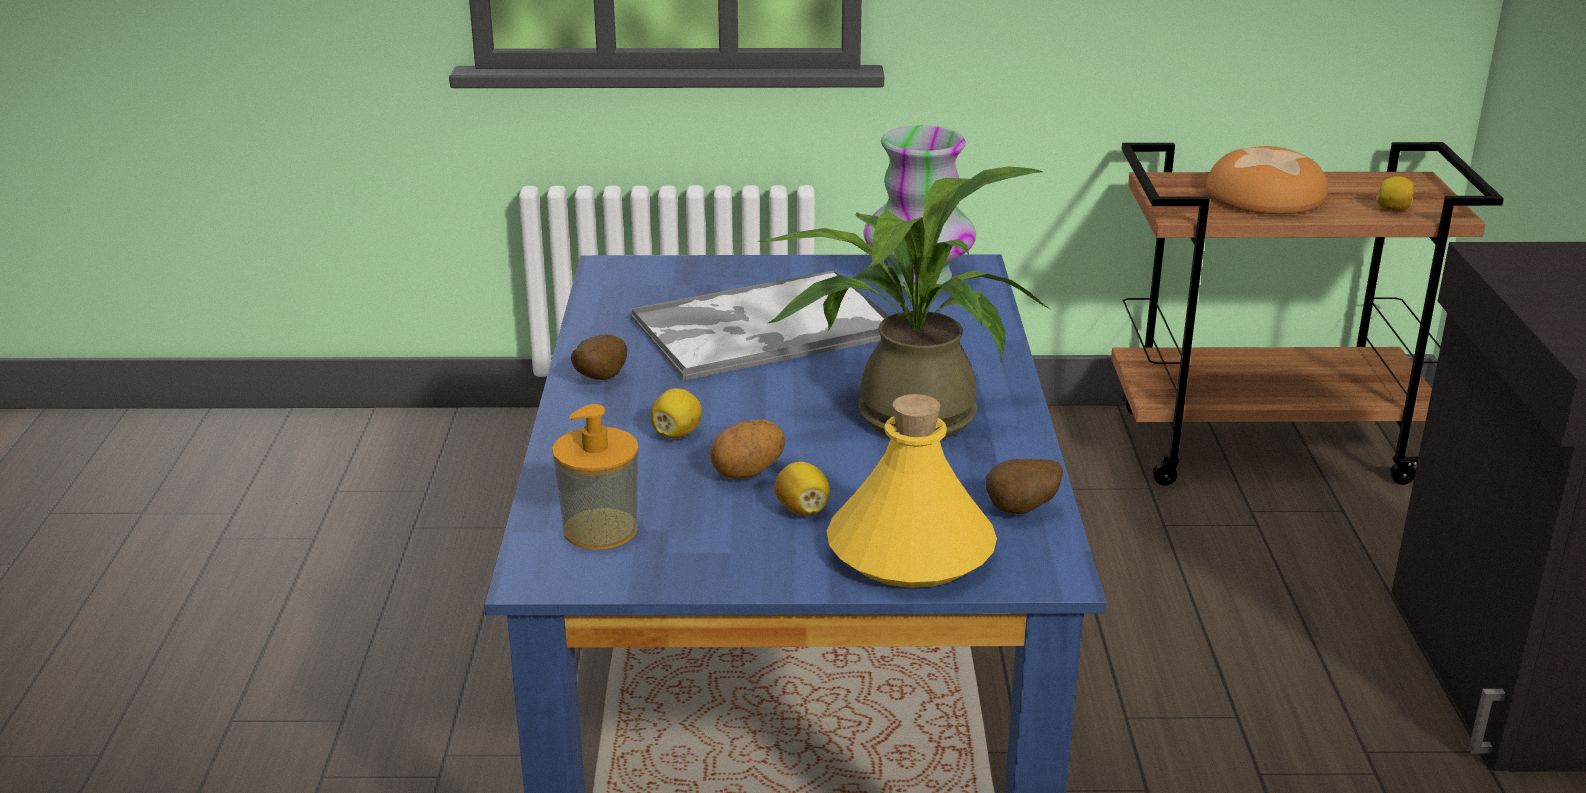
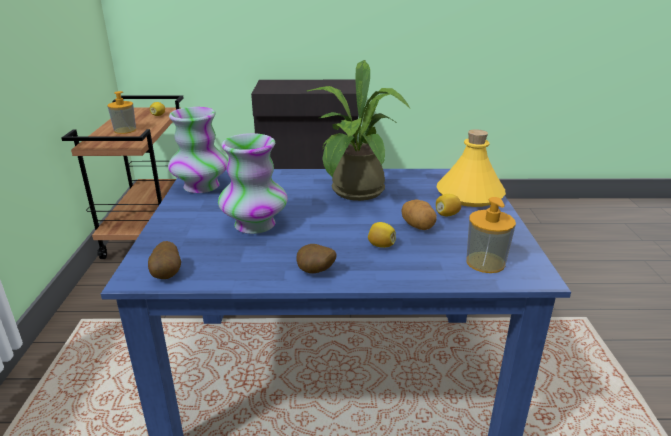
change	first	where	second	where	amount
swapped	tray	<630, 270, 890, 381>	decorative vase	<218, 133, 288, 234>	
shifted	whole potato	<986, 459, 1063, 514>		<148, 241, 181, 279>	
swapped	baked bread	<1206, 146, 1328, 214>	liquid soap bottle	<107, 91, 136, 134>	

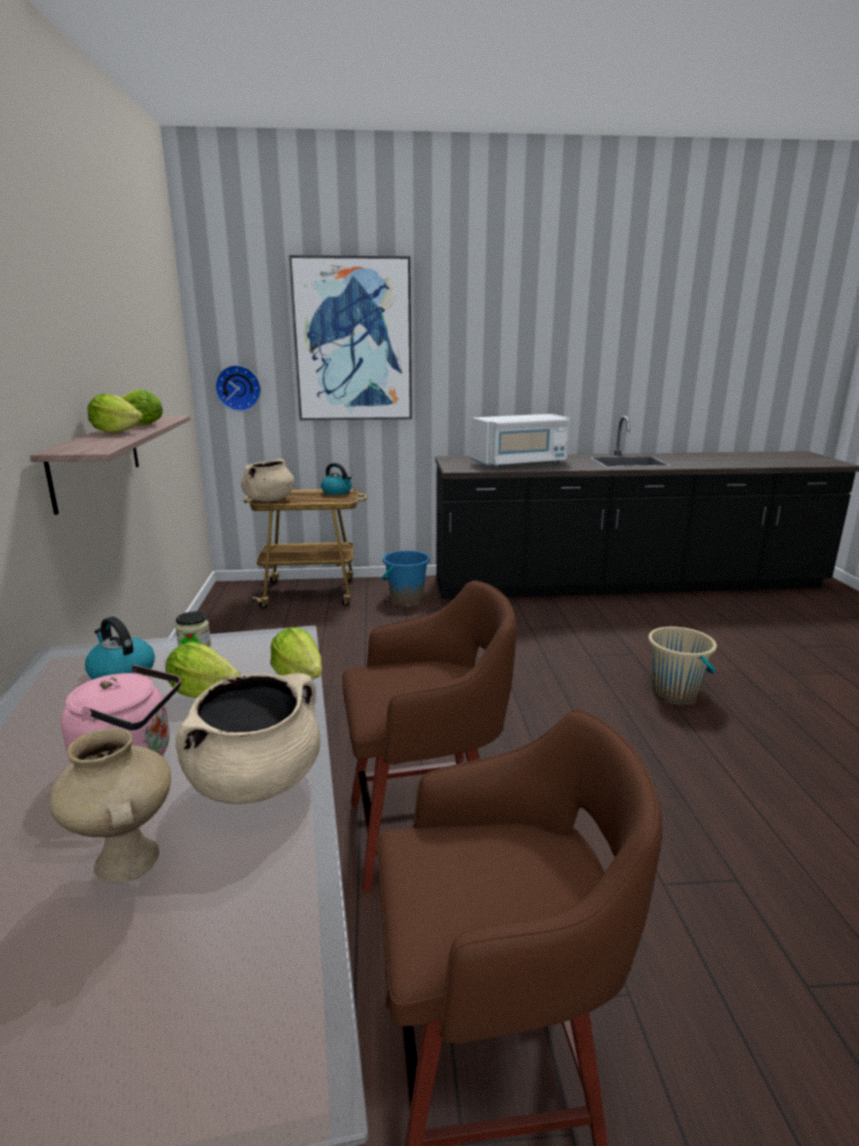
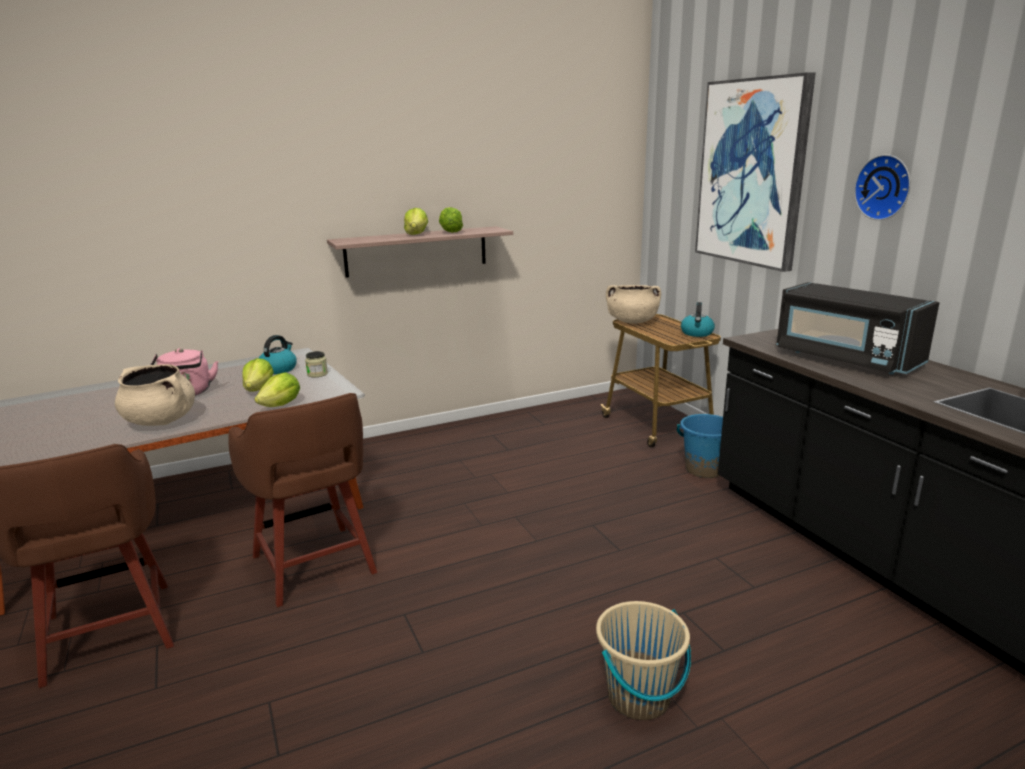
change	first	where	second	where	amount
gone	beige-coloured decorative vase	<49, 728, 171, 883>			
shifted	wall clock	<215, 365, 261, 411>		<854, 155, 911, 220>	
repainted	white-coloured kitchen microwave	<471, 414, 570, 468>	black kitchen microwave	<776, 282, 939, 375>	

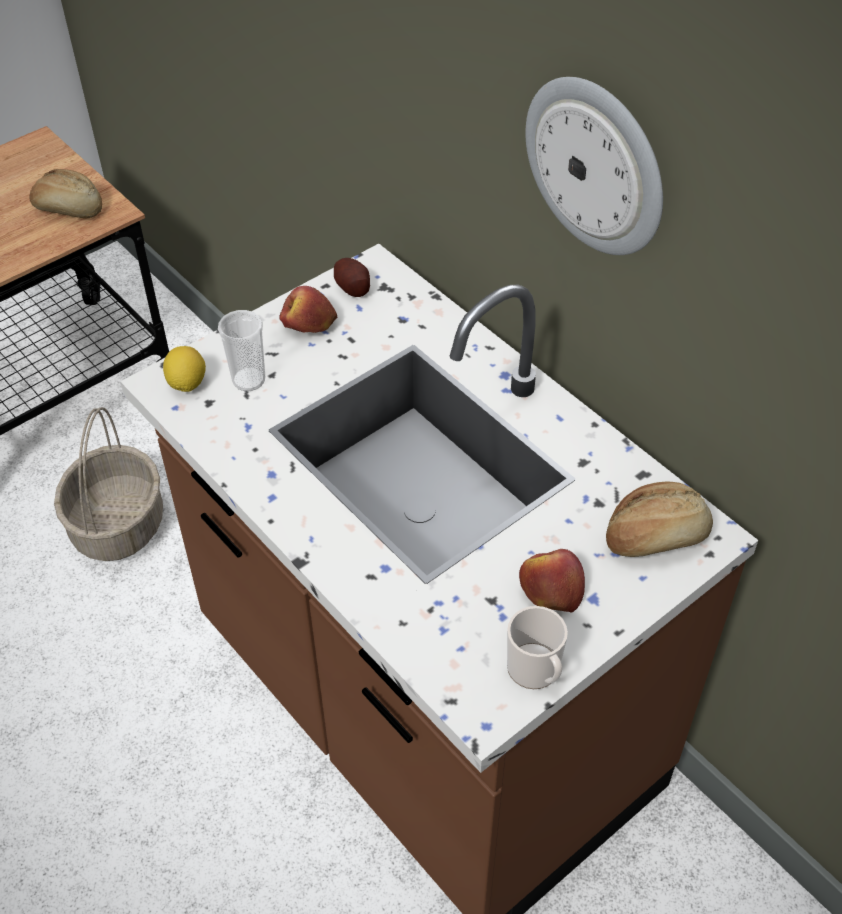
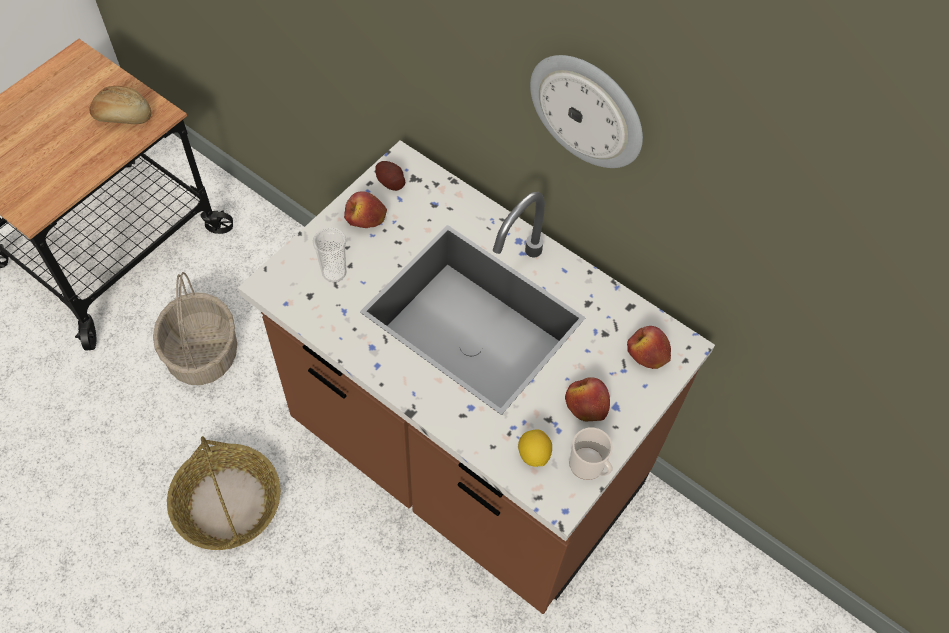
change	first	where	second	where	amount
shifted	lemon	<163, 346, 206, 392>		<518, 429, 552, 467>	
swapped	baked bread	<606, 482, 713, 557>	apple	<627, 326, 671, 369>	
new			household basket	<167, 436, 281, 550>	

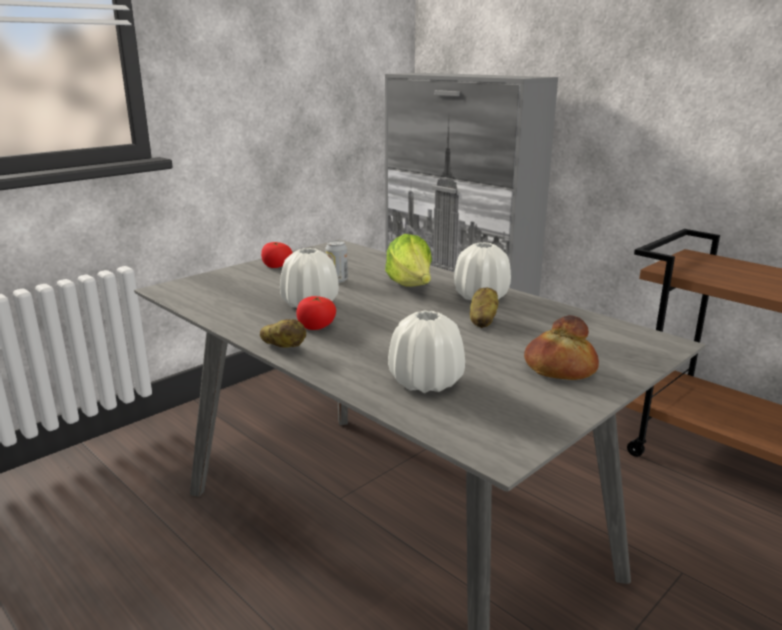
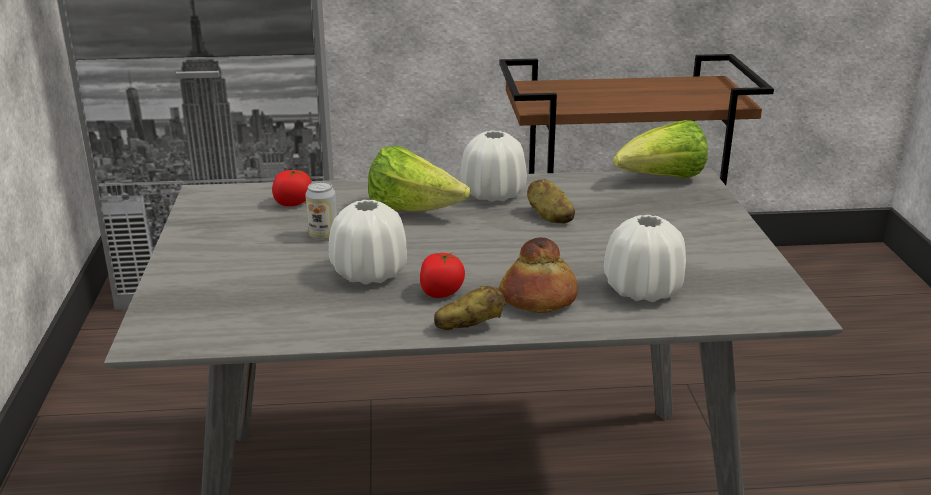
change	first	where	second	where	amount
shifted	tomato	<261, 242, 293, 268>		<272, 170, 312, 206>	
shifted	baked bread	<524, 315, 599, 380>		<499, 237, 578, 313>	
new			head of lettuce	<613, 120, 708, 178>	

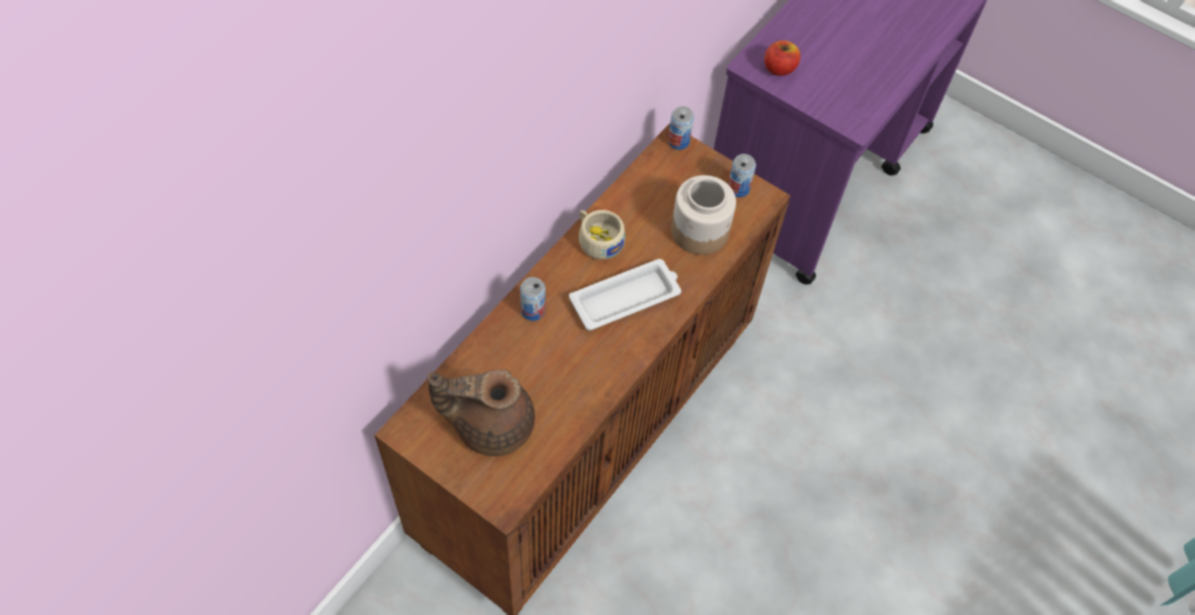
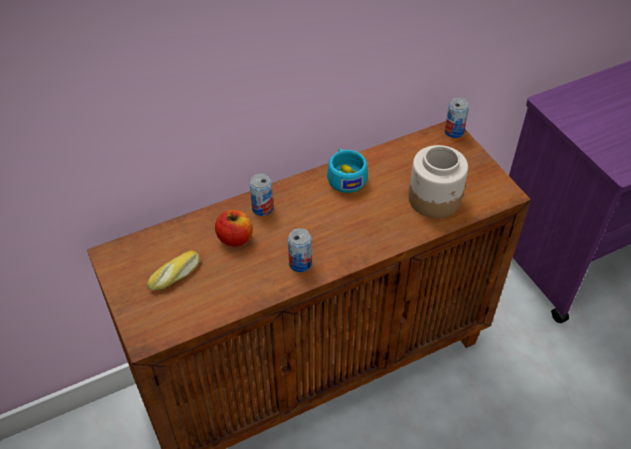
change	first	where	second	where	amount
swapped	brown pot for tea	<427, 369, 535, 456>	baked bread	<147, 251, 200, 290>	
gone	white-coloured tray	<569, 259, 681, 330>			
repainted	beige-coloured drinking cup	<579, 210, 625, 260>	blue-green drinking cup	<327, 148, 368, 193>	
shifted	sealed can	<728, 154, 756, 197>		<288, 228, 312, 272>	
shifted	apple	<764, 41, 800, 76>		<215, 210, 253, 246>	

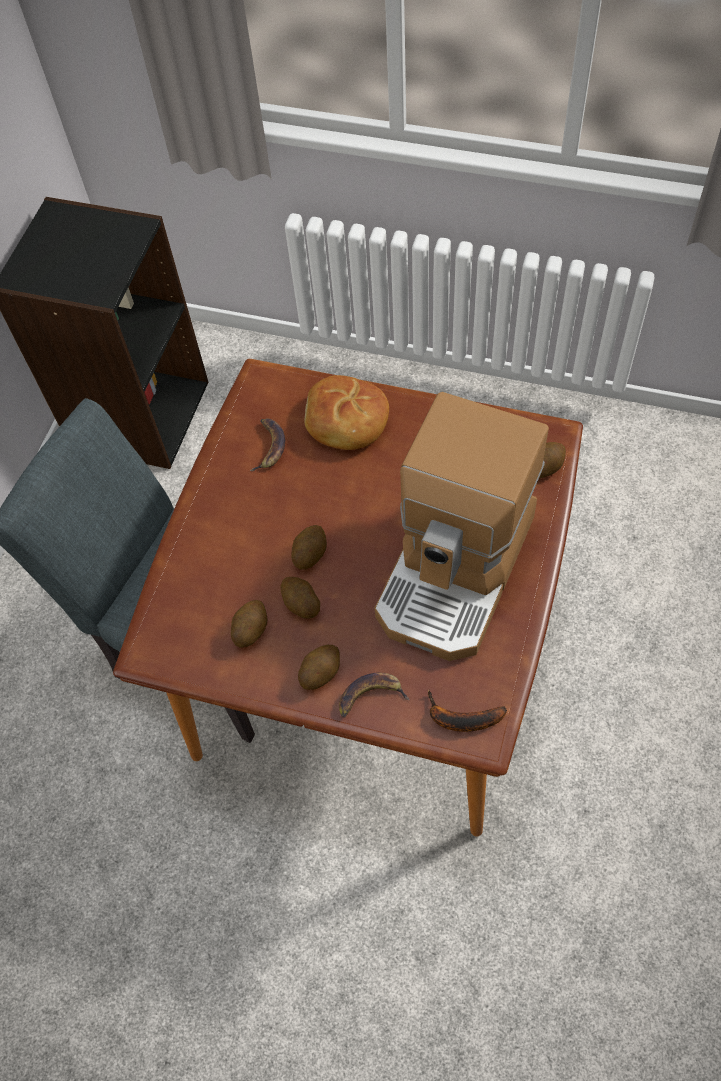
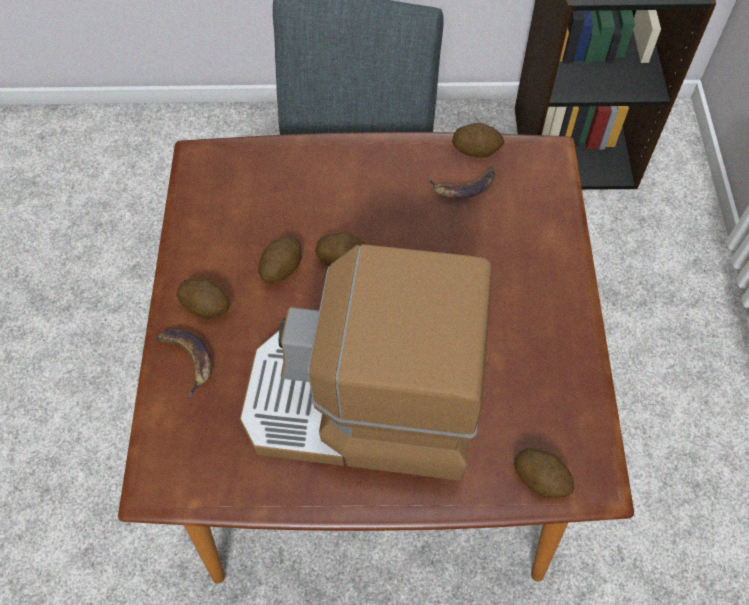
change	first	where	second	where	amount
shifted	whole potato	<231, 600, 268, 648>		<452, 123, 504, 158>	
gone	baked bread	<305, 375, 389, 450>			
gone	banana fruit	<428, 689, 507, 732>			

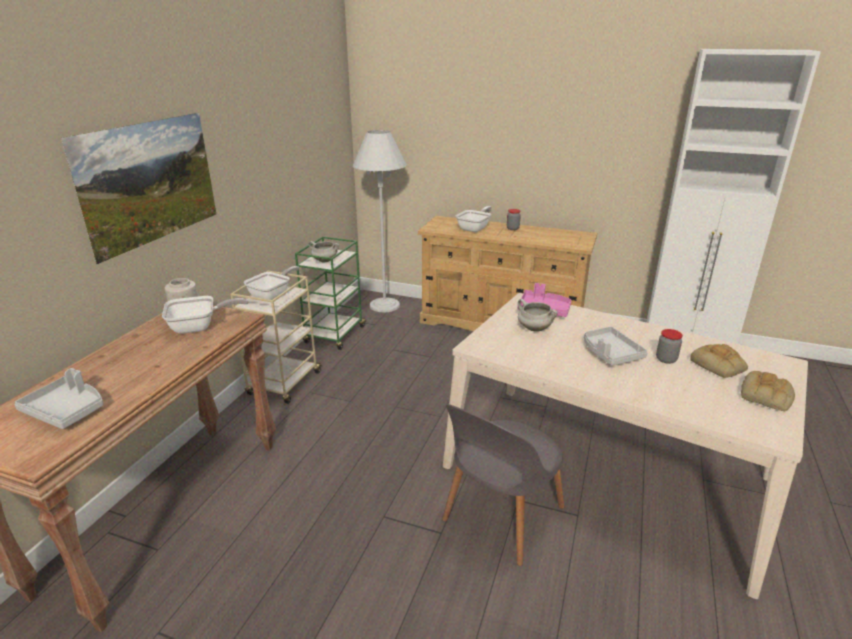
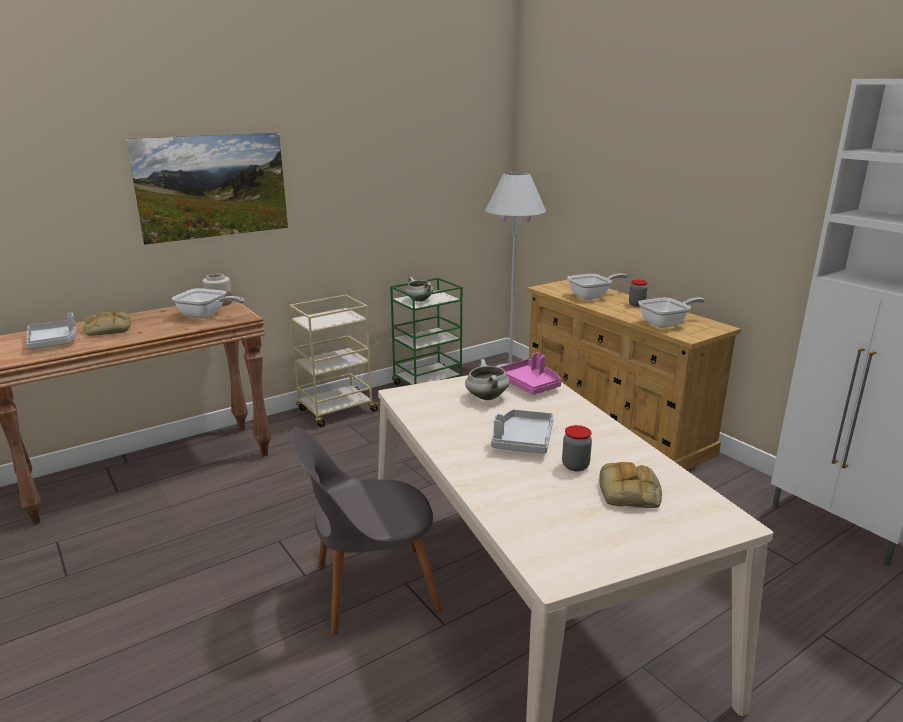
change	first	where	second	where	amount
shifted	pan	<244, 266, 299, 300>		<638, 297, 705, 328>	
shifted	baked bread	<741, 371, 795, 411>		<84, 311, 131, 336>	

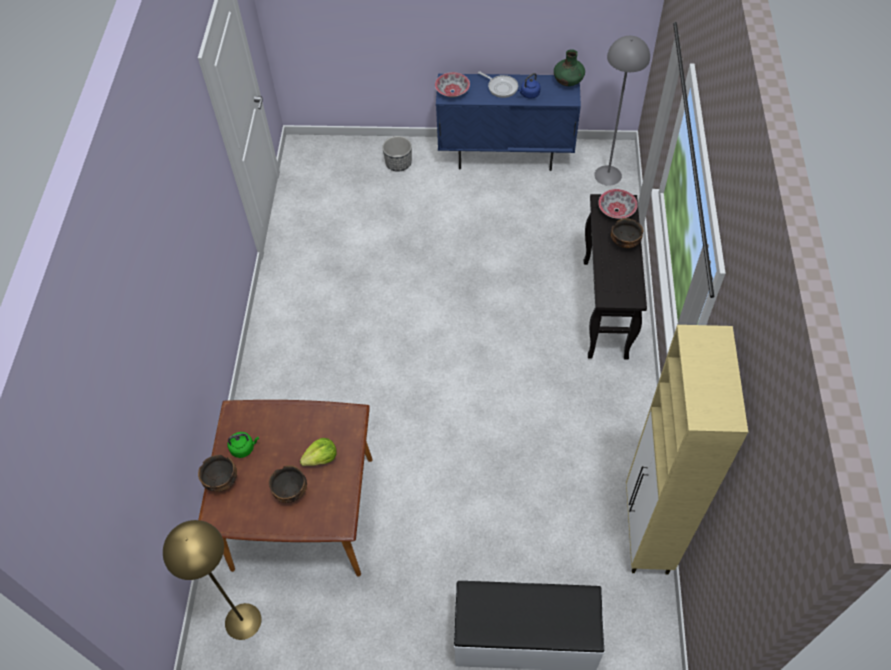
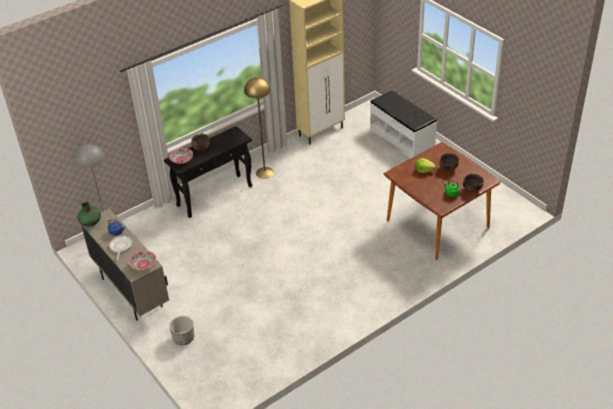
change	first	where	second	where	amount
shifted	yellow standing lamp	<163, 520, 262, 640>		<244, 77, 274, 179>	
repainted	blue cabinet	<436, 74, 581, 171>	beige-coloured cabinet	<80, 208, 169, 321>	

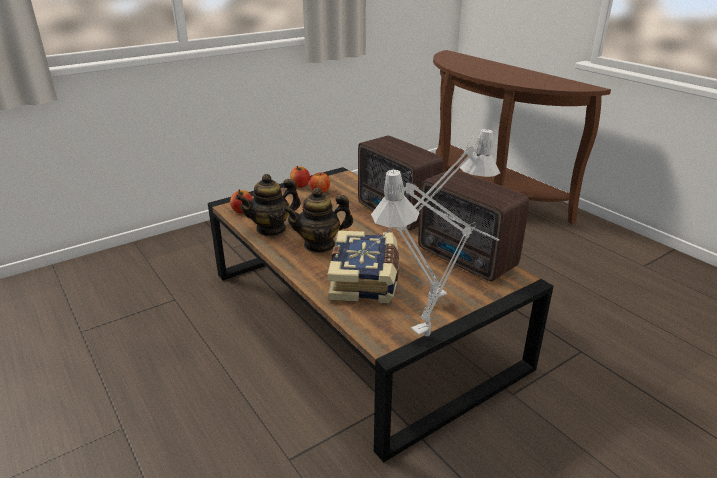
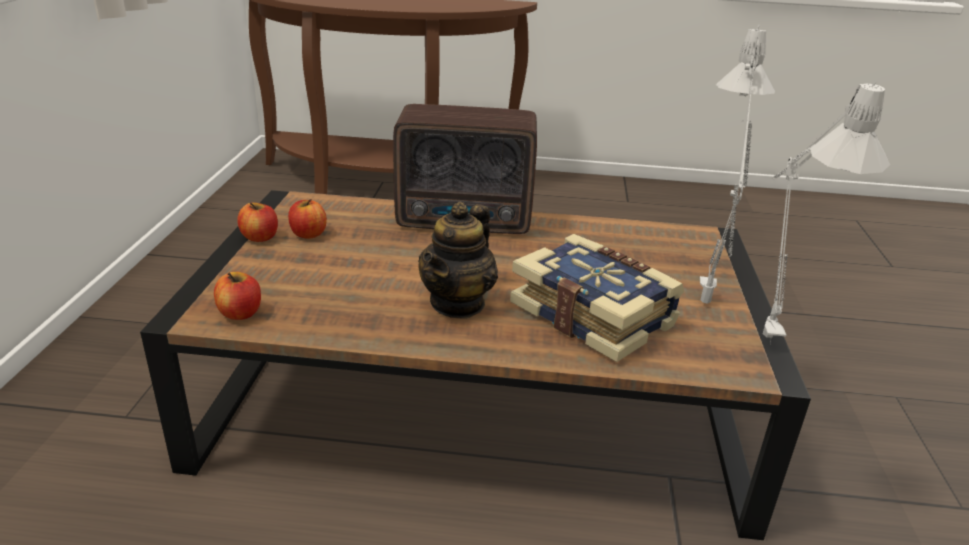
change	first	where	second	where	amount
gone	pot for tea	<236, 174, 301, 236>			
gone	radio receiver	<418, 169, 529, 282>			

